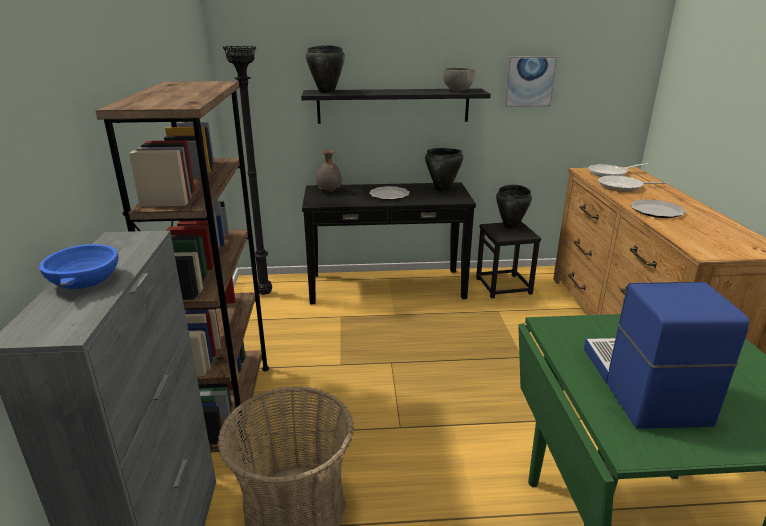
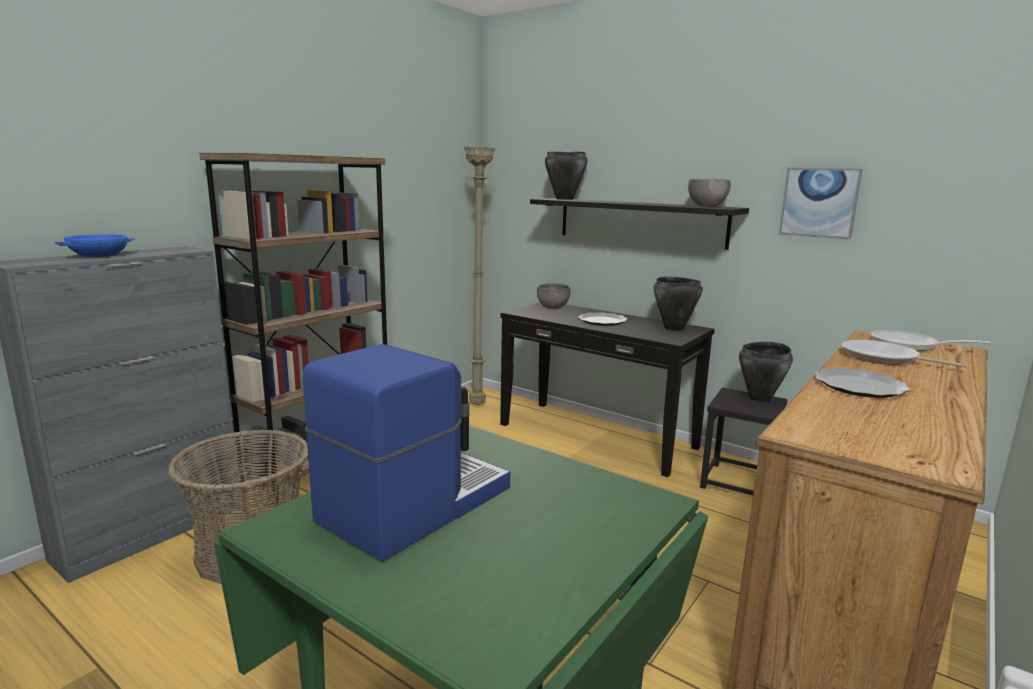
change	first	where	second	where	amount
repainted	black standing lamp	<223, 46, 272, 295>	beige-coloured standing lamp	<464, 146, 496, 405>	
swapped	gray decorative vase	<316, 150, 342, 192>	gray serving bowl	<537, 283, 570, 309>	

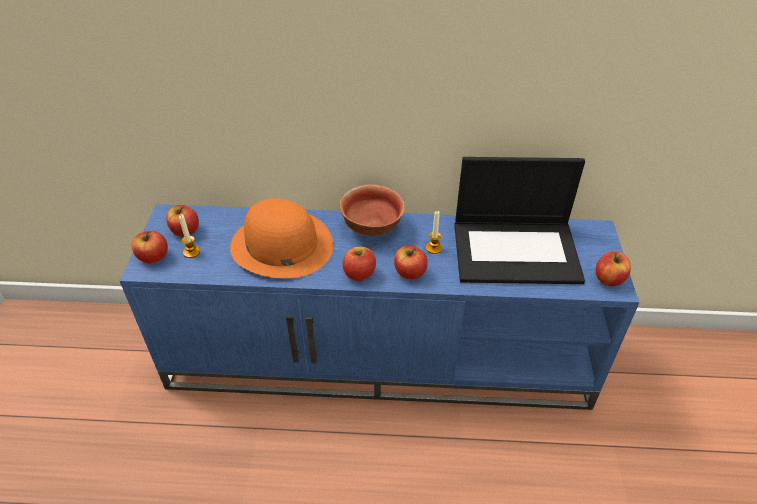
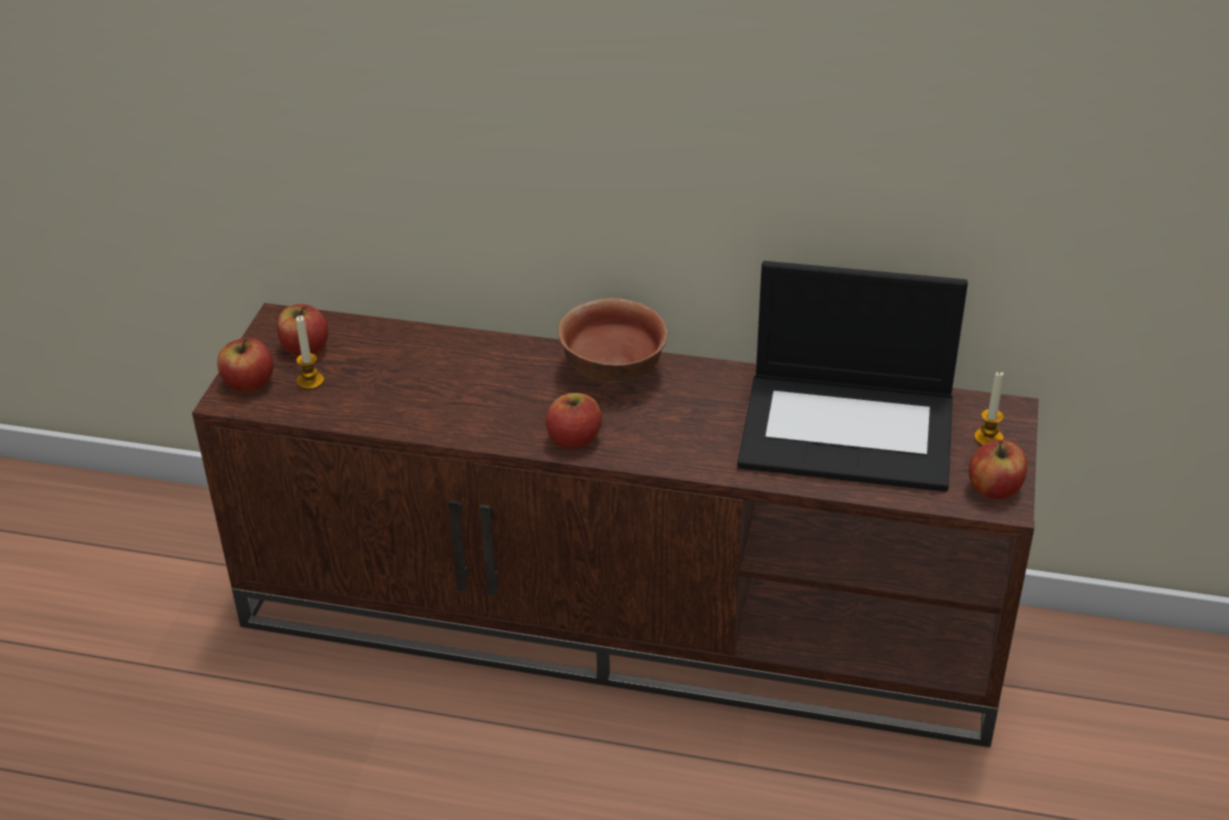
change	first	where	second	where	amount
repainted	blue tv unit	<120, 204, 640, 410>	brown tv unit	<192, 303, 1038, 747>	
gone	orange-coloured wearable hat	<230, 198, 333, 278>			
gone	apple	<394, 246, 428, 280>			
shifted	wax candle	<426, 211, 442, 254>		<974, 372, 1004, 446>	

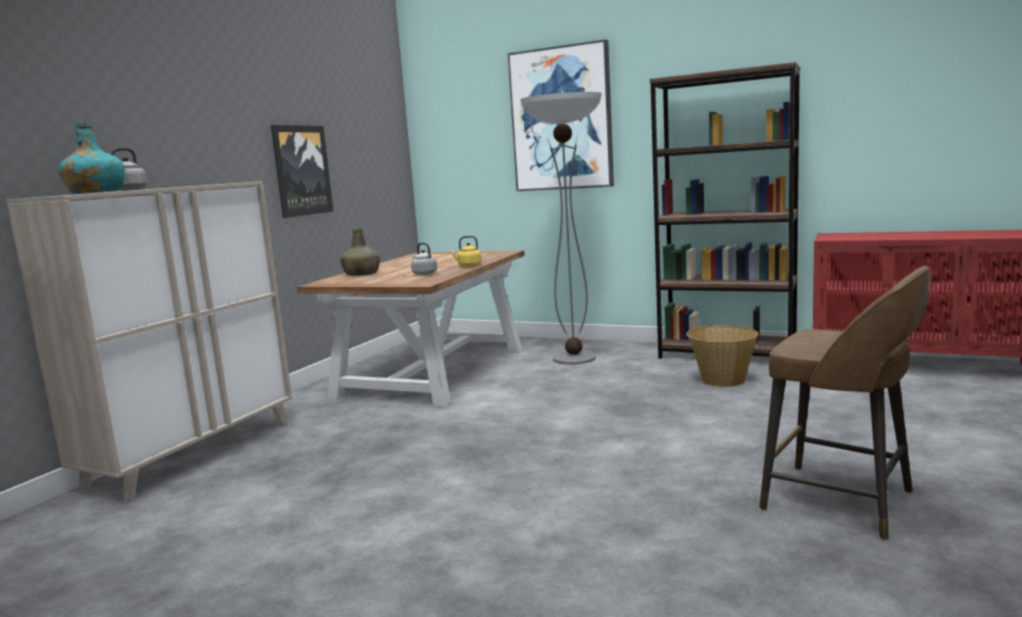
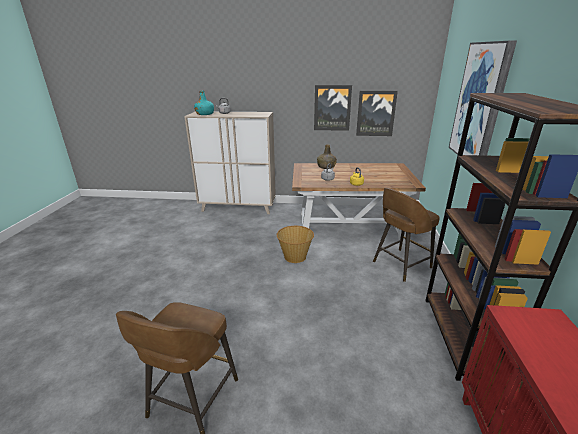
change	first	where	second	where	amount
swapped	standing lamp	<520, 92, 601, 365>	brown stool	<373, 188, 440, 282>	
shifted	household basket	<686, 325, 759, 387>		<277, 226, 314, 263>	
new			wall picture	<356, 91, 398, 136>	

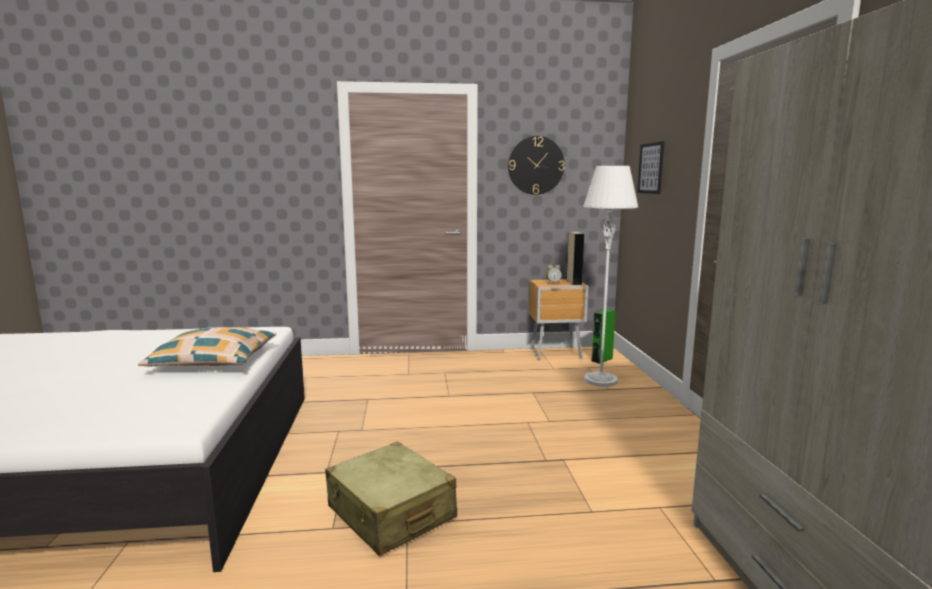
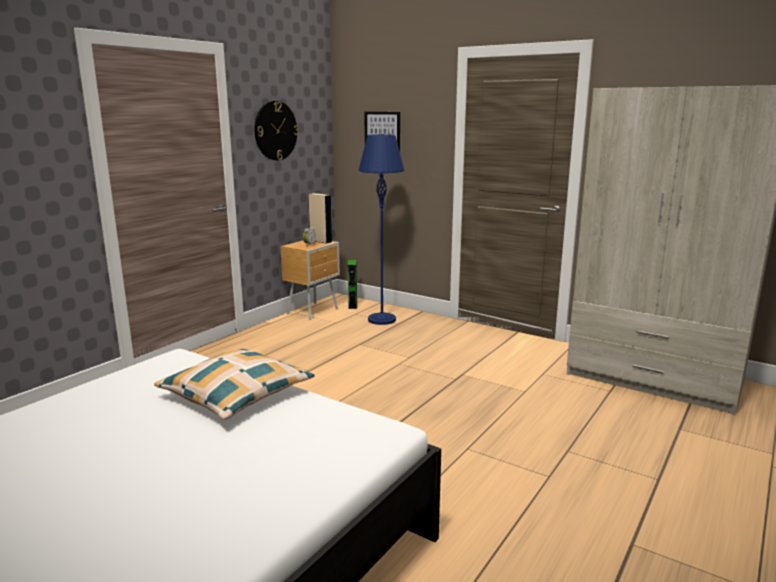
change	first	where	second	where	amount
gone	beige-coloured suitcase	<325, 441, 457, 556>			
repainted	white-coloured standing lamp	<583, 166, 638, 387>	blue standing lamp	<359, 134, 404, 325>	

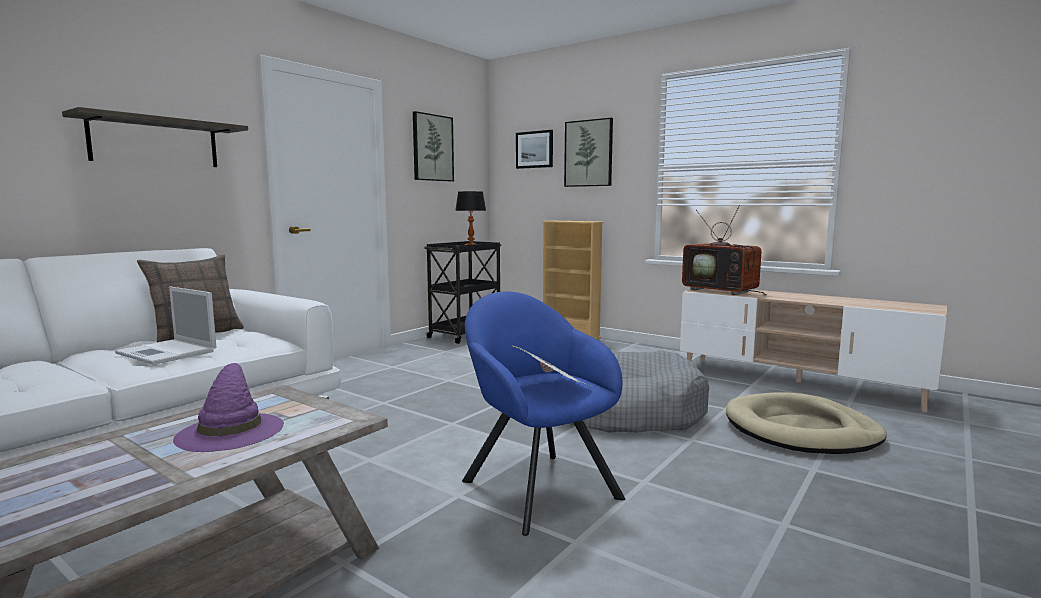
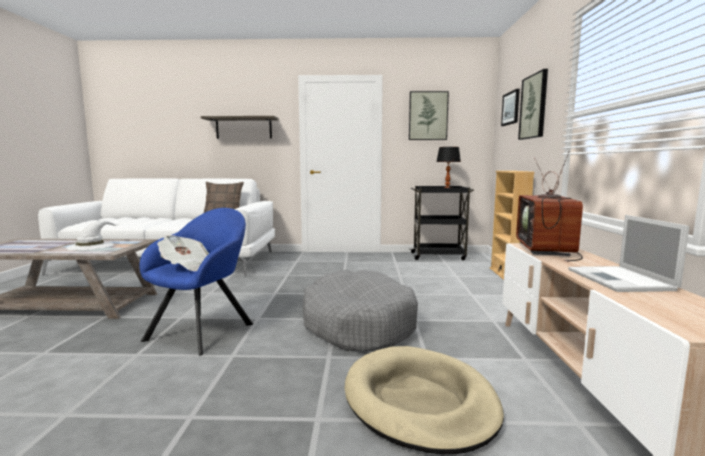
change	first	where	second	where	amount
shifted	notebook computer	<115, 287, 216, 365>		<568, 215, 689, 292>	
repainted	purple wearable hat	<173, 363, 284, 452>	white-coloured wearable hat	<66, 220, 120, 251>	

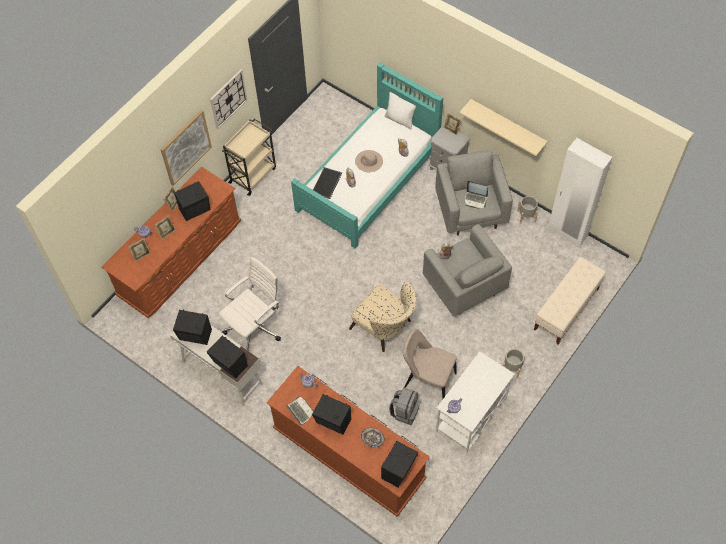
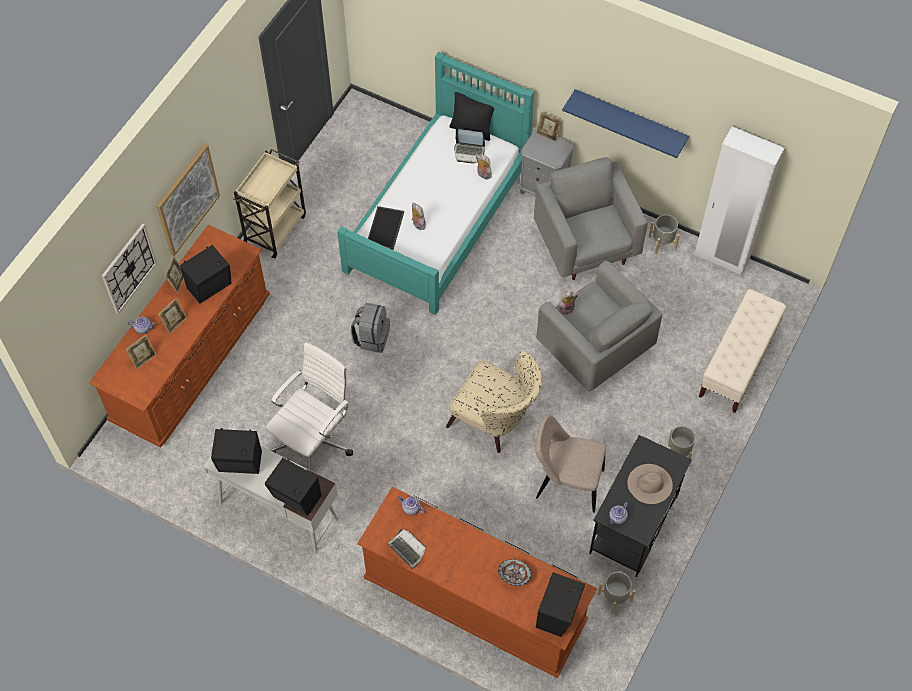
change	first	where	second	where	amount
shifted	wall clock	<210, 69, 247, 129>		<102, 224, 157, 314>	
gone	black loudspeaker	<312, 394, 351, 435>			
shifted	beige-coloured wearable hat	<355, 150, 383, 172>		<627, 464, 673, 504>	
repainted	white-coloured pillow	<384, 92, 416, 130>	black pillow	<449, 92, 494, 141>	
shifted	gray knapsack	<389, 388, 421, 425>		<351, 303, 390, 353>	
repainted	white-coloured desk	<436, 351, 515, 453>	black desk	<589, 435, 692, 577>	
repainted	beige-coloured wall shelf	<460, 99, 548, 156>	blue wall shelf	<562, 89, 689, 158>	
shifted	notebook computer	<464, 181, 488, 209>		<454, 128, 485, 163>	
new			gray planter	<598, 571, 636, 614>	

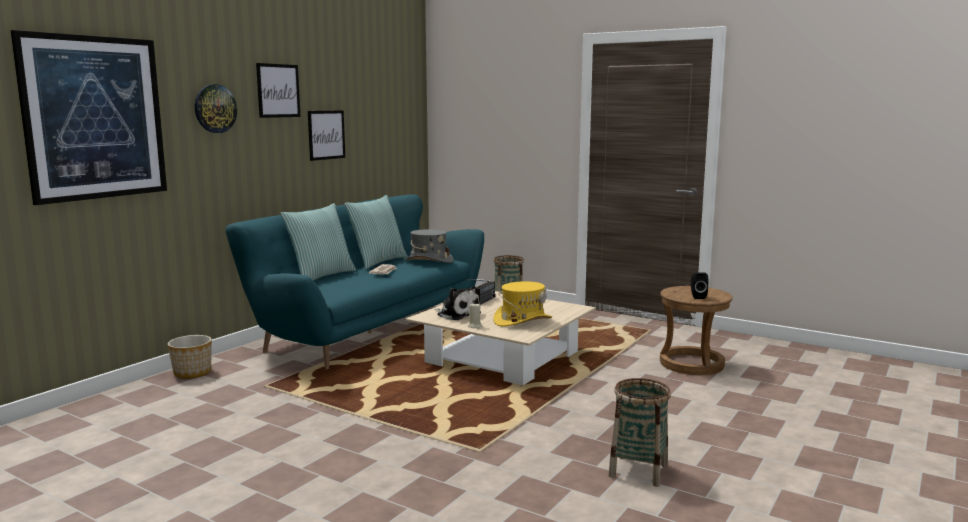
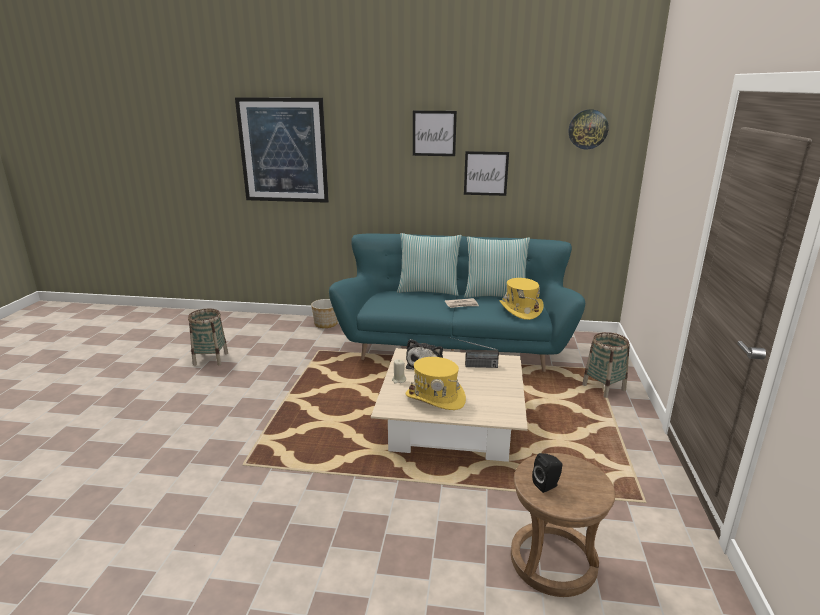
change	first	where	second	where	amount
shifted	wall clock	<195, 84, 237, 133>		<569, 109, 609, 149>	
repainted	gray wearable hat	<404, 230, 454, 263>	yellow wearable hat	<500, 278, 544, 320>	
shifted	household basket	<608, 378, 671, 487>		<188, 308, 228, 366>	

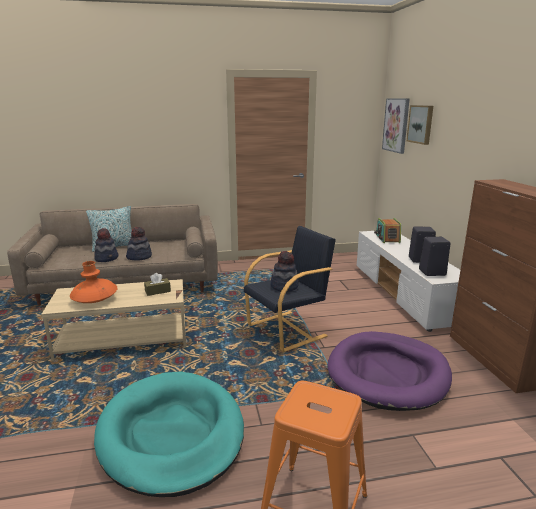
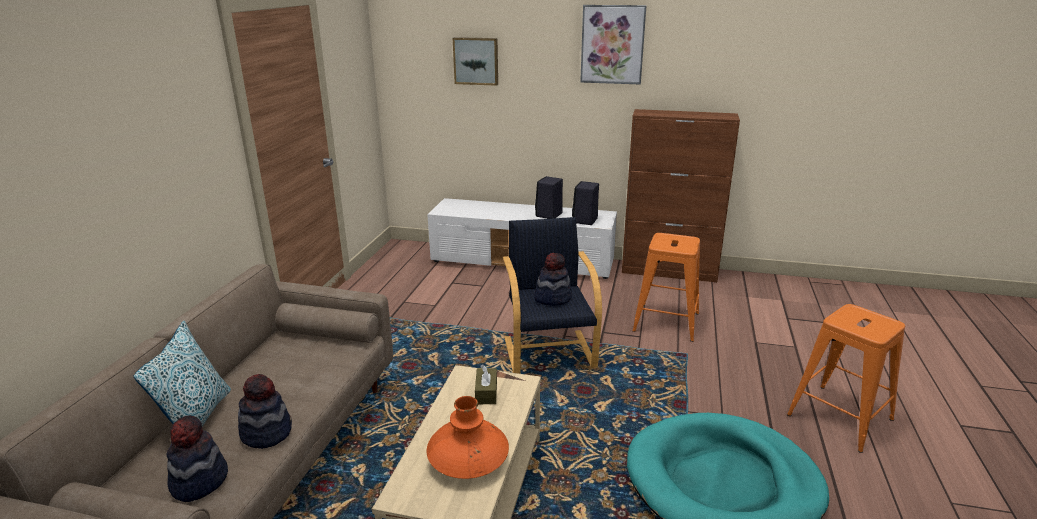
change	first	where	second	where	amount
shifted	wearable hat	<126, 227, 152, 261>		<167, 416, 228, 502>	
swapped	purple dog bed	<328, 331, 452, 411>	orange-coloured stool	<632, 233, 700, 342>	
gone	radio receiver	<374, 218, 401, 243>			
shifted	wall picture	<382, 98, 410, 154>		<580, 5, 647, 84>	

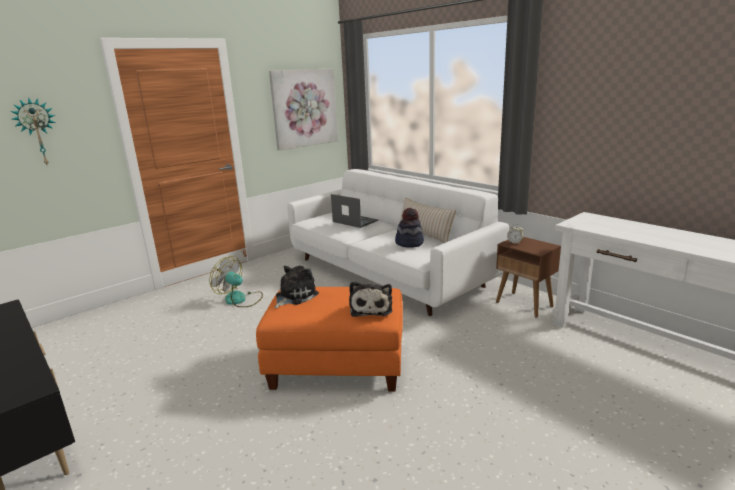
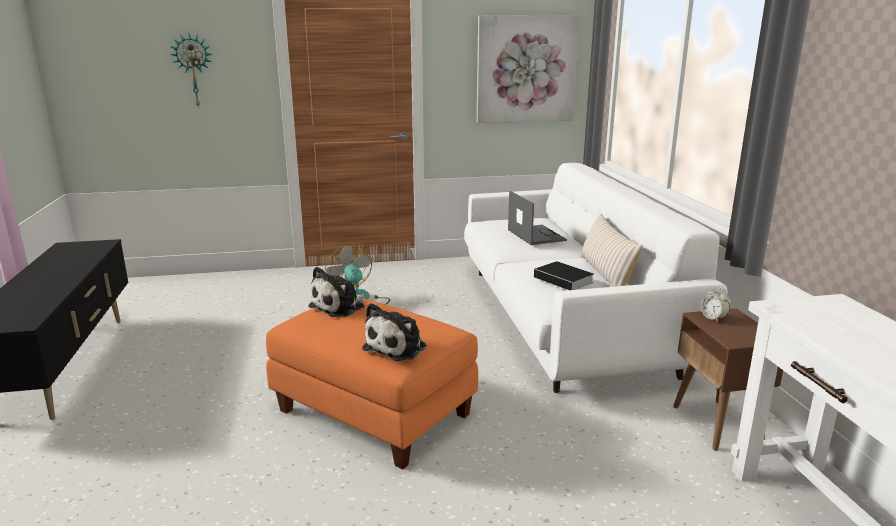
change	first	where	second	where	amount
rotated	cuddly toy	<274, 266, 319, 308>		<308, 267, 365, 317>	150 degrees clockwise
swapped	wearable hat	<395, 208, 424, 248>	book	<534, 261, 594, 290>	

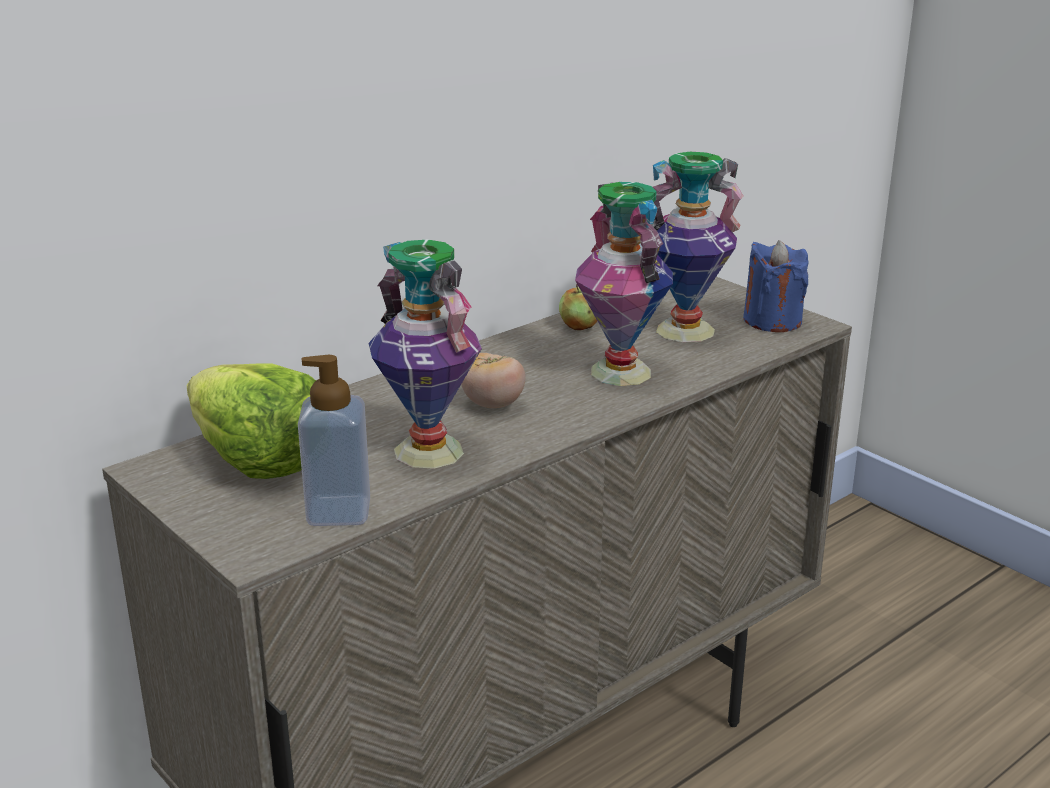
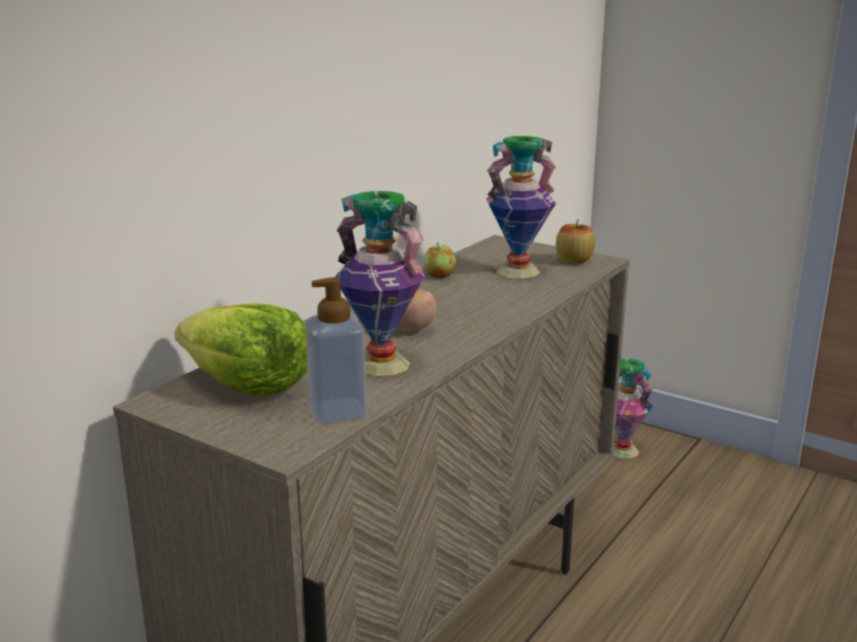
change	first	where	second	where	amount
shifted	decorative vase	<575, 182, 673, 386>		<613, 359, 653, 459>	
swapped	blue wax candle	<743, 240, 809, 332>	apple	<556, 220, 595, 264>	

